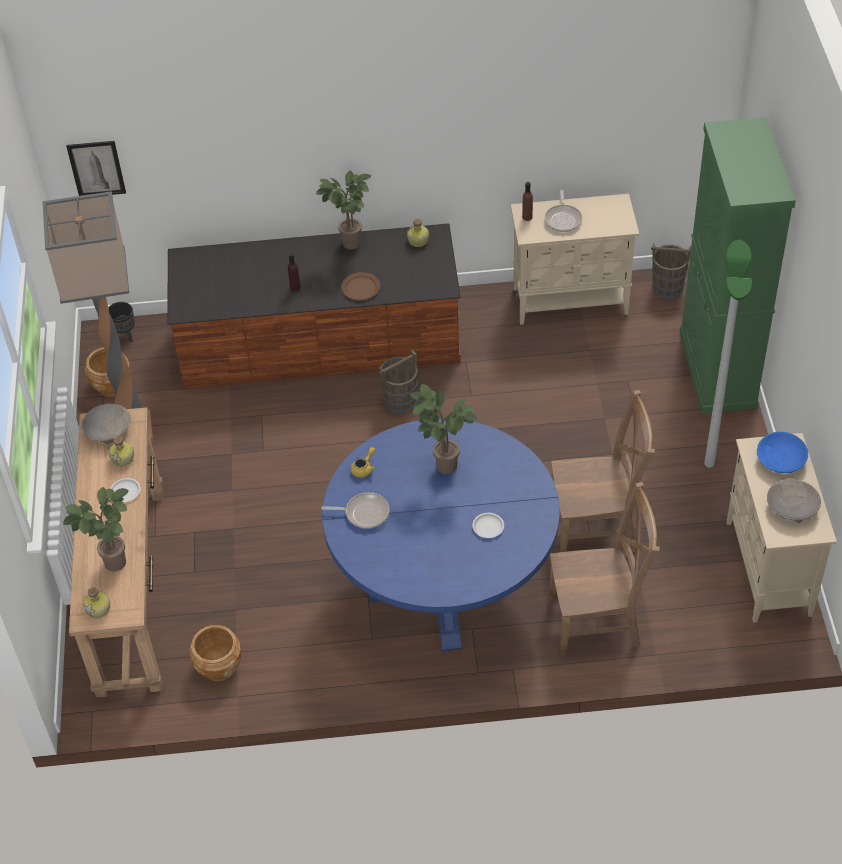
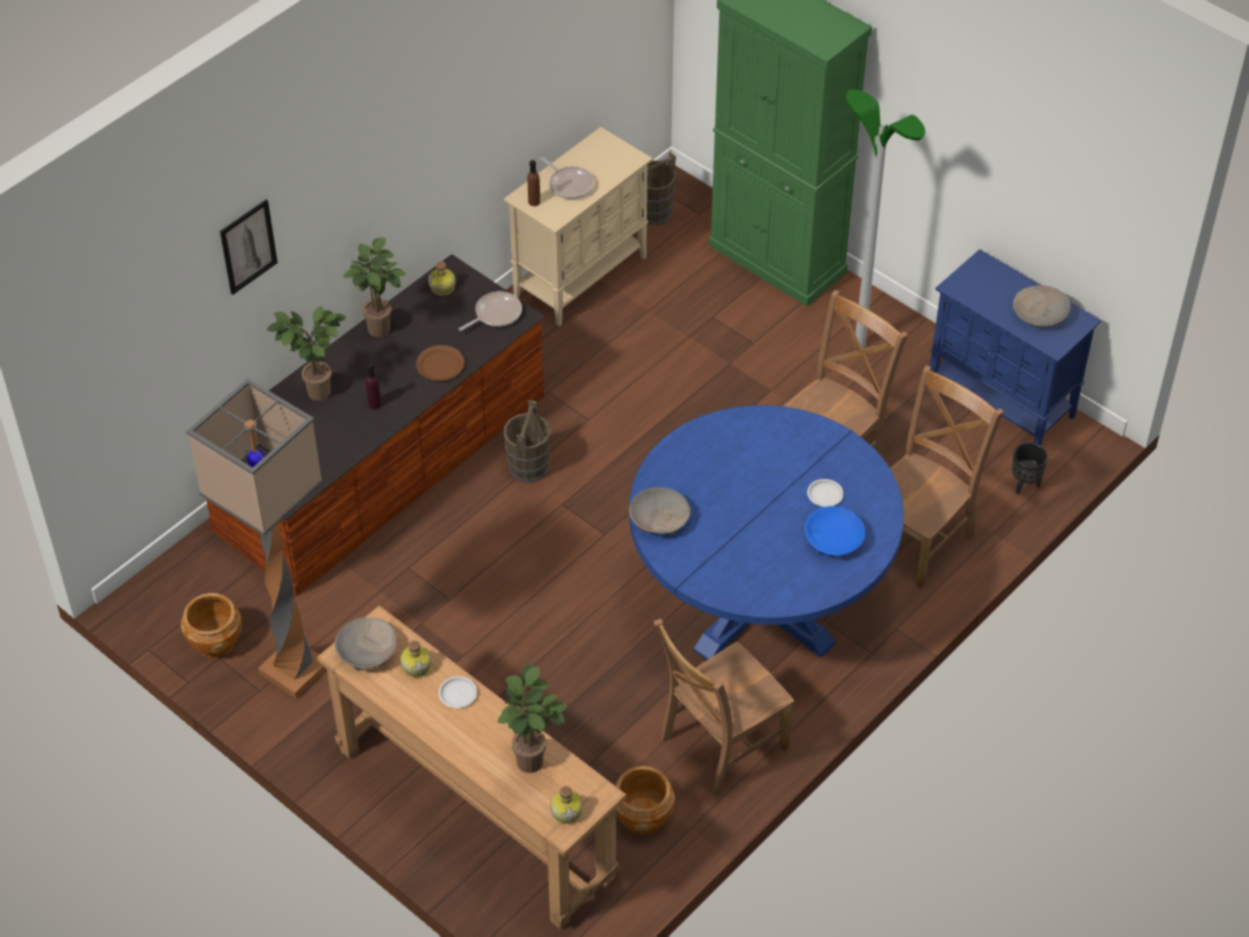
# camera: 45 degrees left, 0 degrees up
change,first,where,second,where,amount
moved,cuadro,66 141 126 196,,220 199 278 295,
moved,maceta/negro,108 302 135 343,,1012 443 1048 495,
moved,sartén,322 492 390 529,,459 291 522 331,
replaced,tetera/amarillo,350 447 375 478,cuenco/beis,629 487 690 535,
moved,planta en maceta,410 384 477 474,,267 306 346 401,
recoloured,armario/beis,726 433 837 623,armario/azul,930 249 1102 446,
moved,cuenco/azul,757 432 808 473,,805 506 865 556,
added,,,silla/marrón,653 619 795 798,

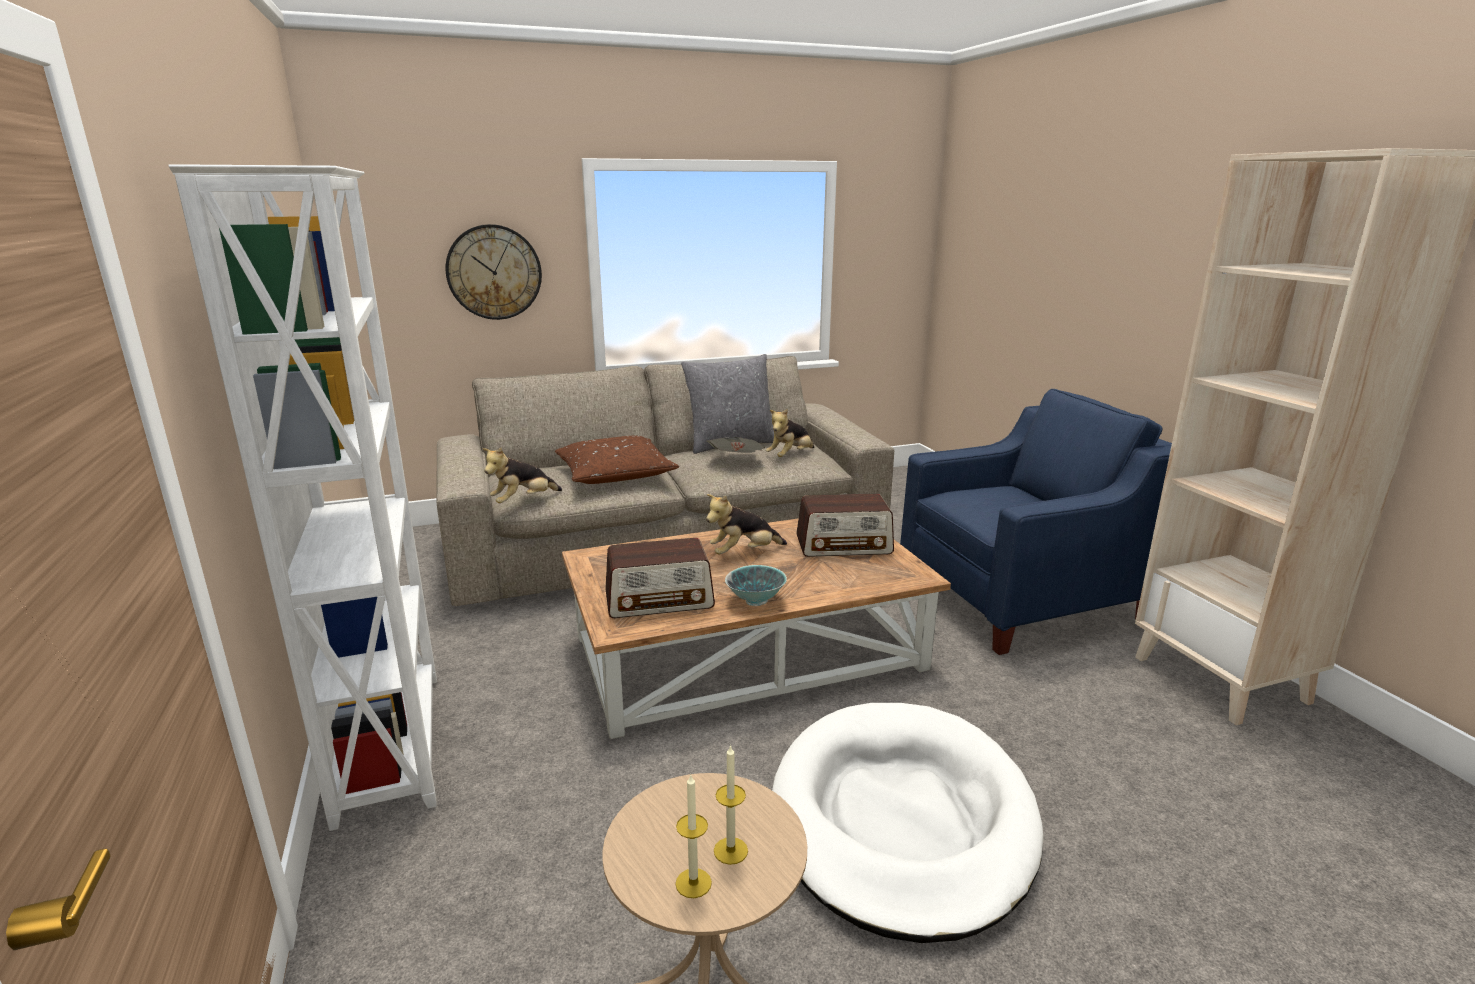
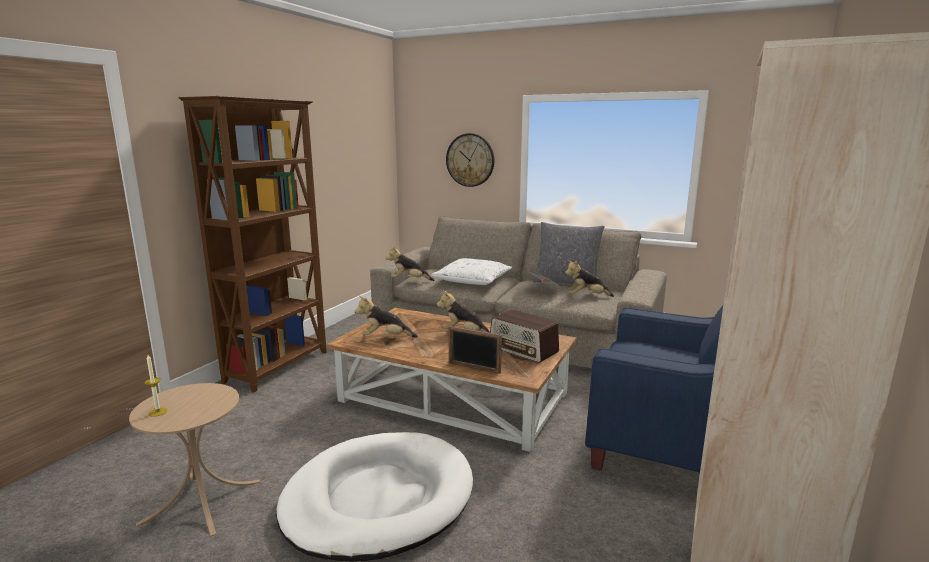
# camera: 45 degrees right, 5 degrees down
change,first,where,second,where,amount
recoloured,estantería/blanco,169 164 437 831,estantería/marrón,178 96 327 392,
recoloured,cojín/marrón,555 436 679 484,cojín/blanco,431 258 512 285,
replaced,radio,605 538 715 618,peluche,355 296 418 338,
removed,vela,714 745 748 865,,,
removed,cuenco,725 565 787 606,,,
added,,,portarretratos,449 326 502 374,

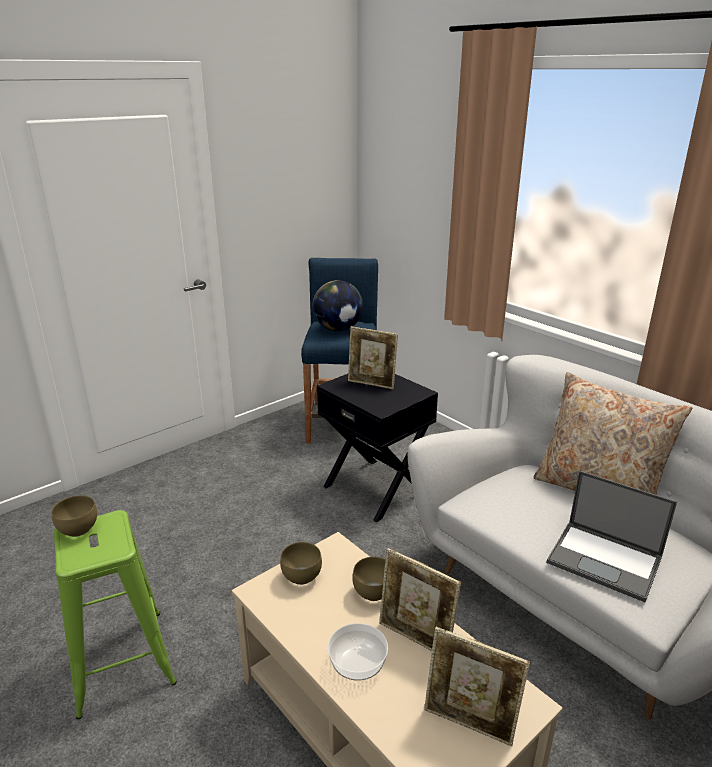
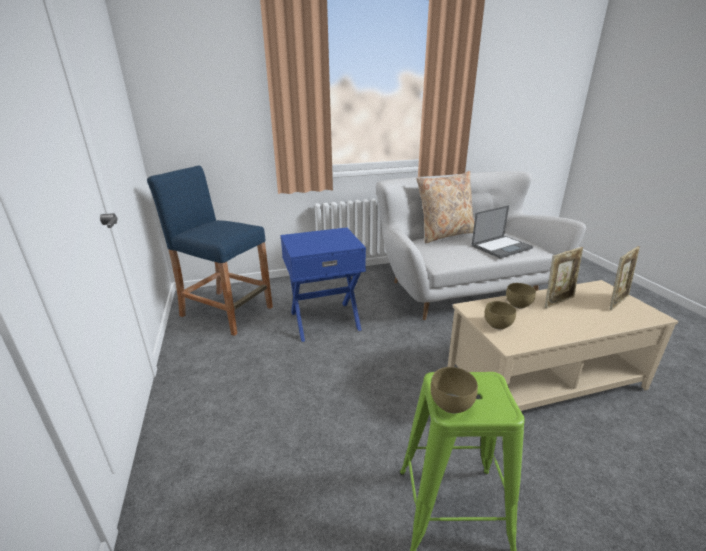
# camera: 65 degrees left, 0 degrees up
change,first,where,second,where,amount
removed,globo terráqueo,312 280 363 331,,,
recoloured,mesa auxiliar/negro,317 374 438 522,mesa auxiliar/azul,280 227 366 342,
removed,cuenco,328 623 388 681,,,
removed,portarretratos,348 326 398 389,,,

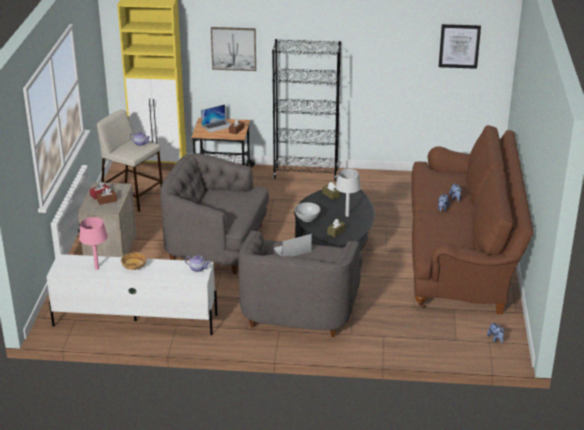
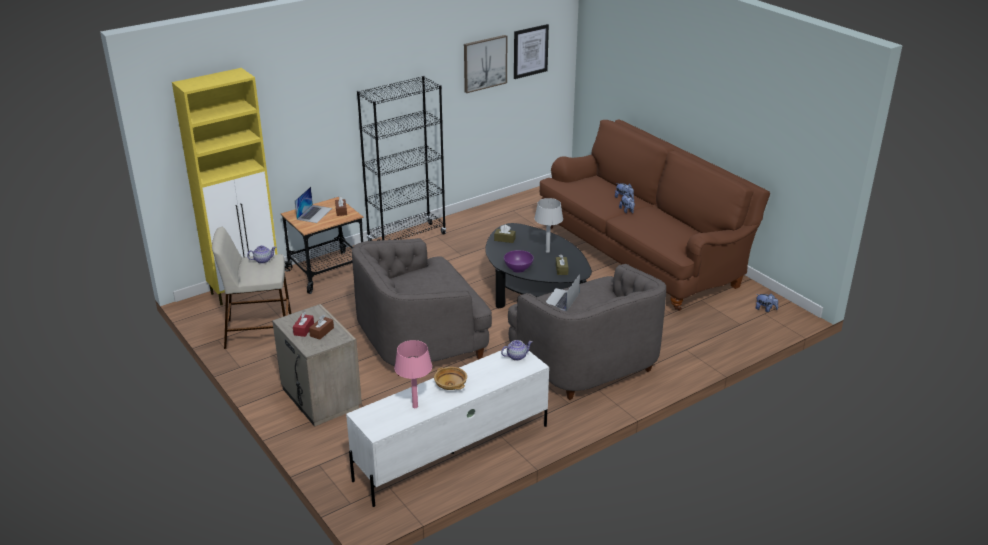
# camera: 40 degrees left, 0 degrees up
change,first,where,second,where,amount
moved,cuadro,211 27 256 71,,464 35 507 93,
recoloured,cuenco/blanco,294 202 320 222,cuenco/morado,504 250 534 273,

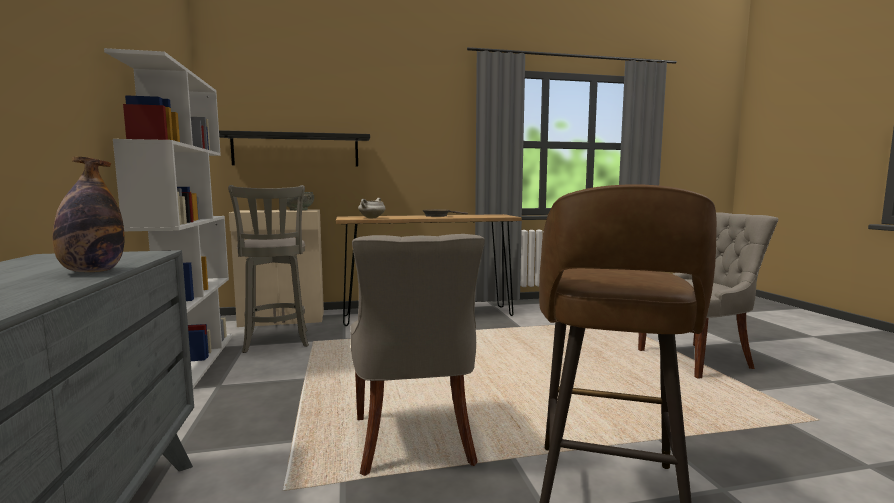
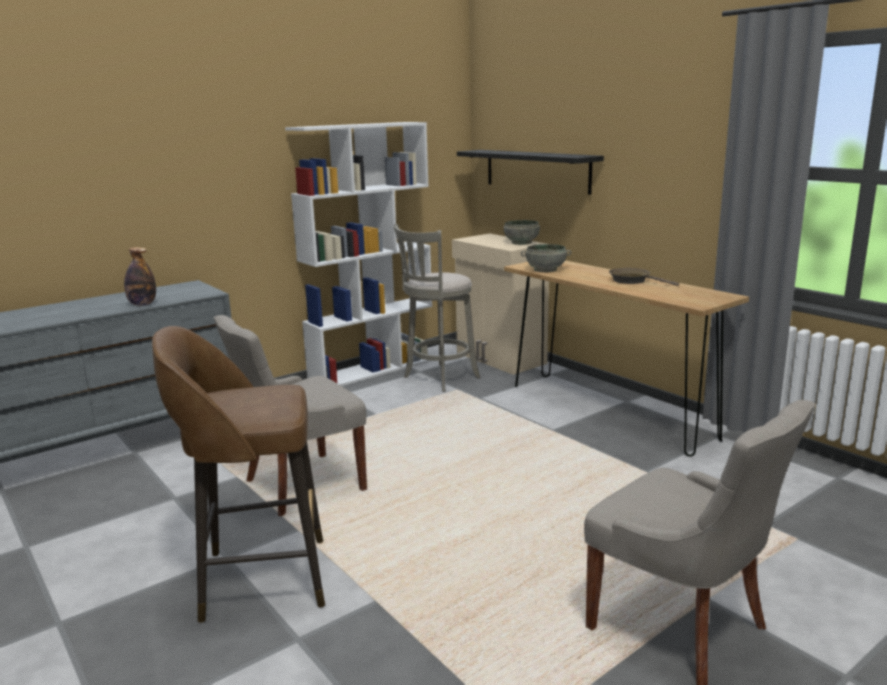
# camera: 65 degrees right, 10 degrees up
change,first,where,second,where,amount
replaced,olla/blanco,358 198 386 218,cuenco/gris,521 244 571 272,

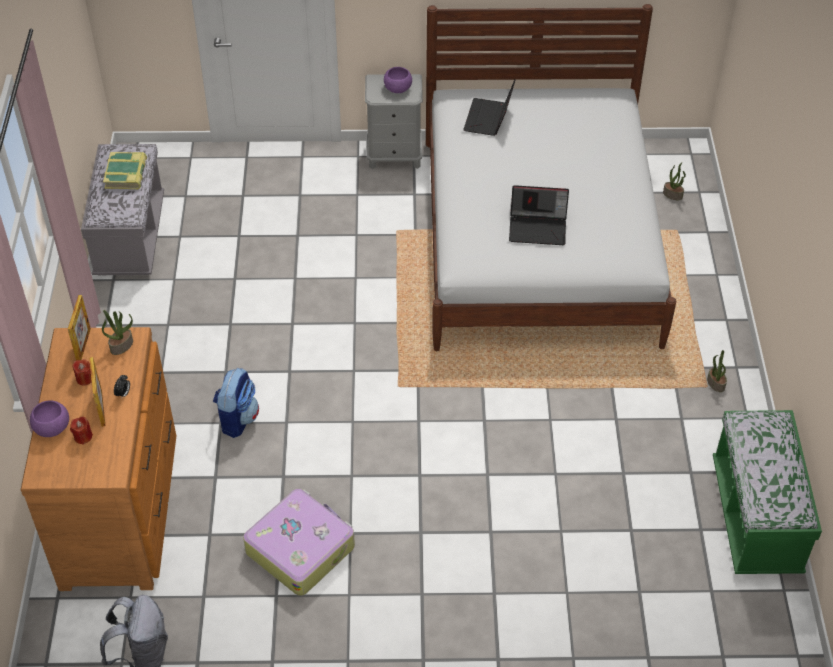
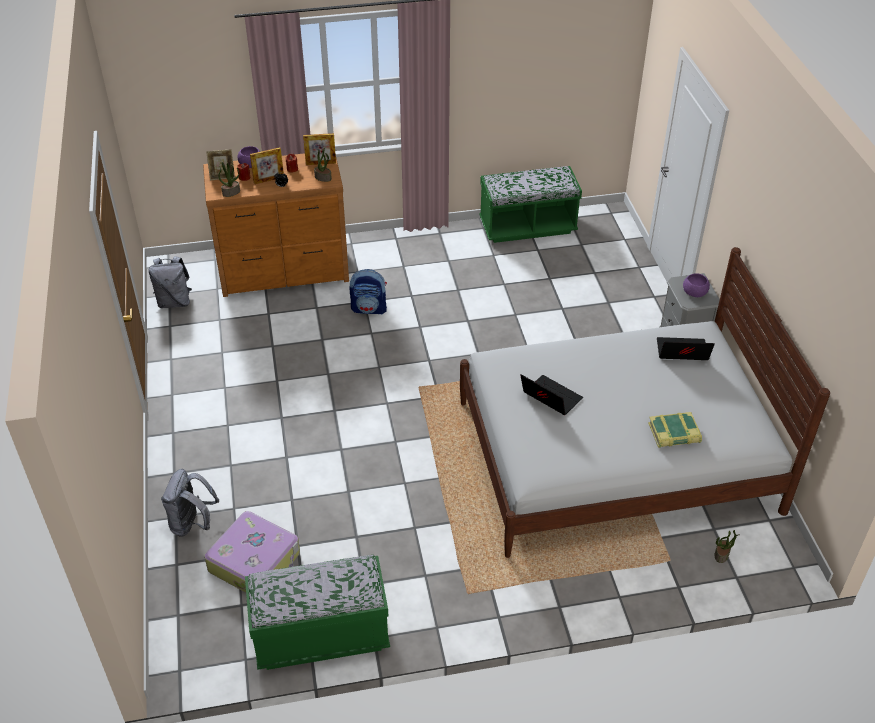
# camera: 80 degrees right, 5 degrees down
change,first,where,second,where,amount
recoloured,banco/gris,81 144 164 275,banco/verde,479 166 582 243,
moved,libro,103 152 147 190,,648 412 702 448,
moved,maleta,243 489 355 596,,204 511 300 593,
turned,portátil,509 185 569 245,,520 374 583 415,135 degrees clockwise
moved,planta en maceta,707 350 727 392,,218 162 240 197,
added,,,mochila/gris,161 469 219 537,
added,,,portarretratos,206 149 235 180,

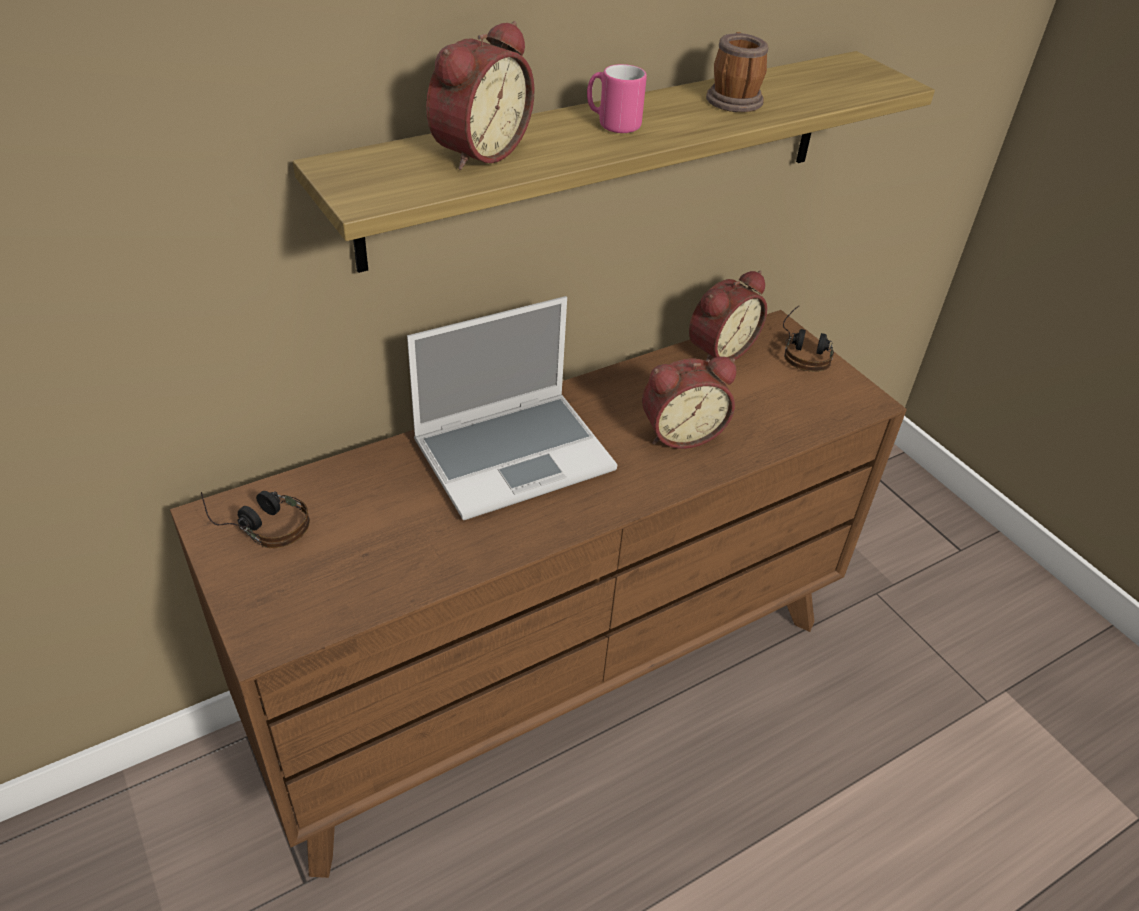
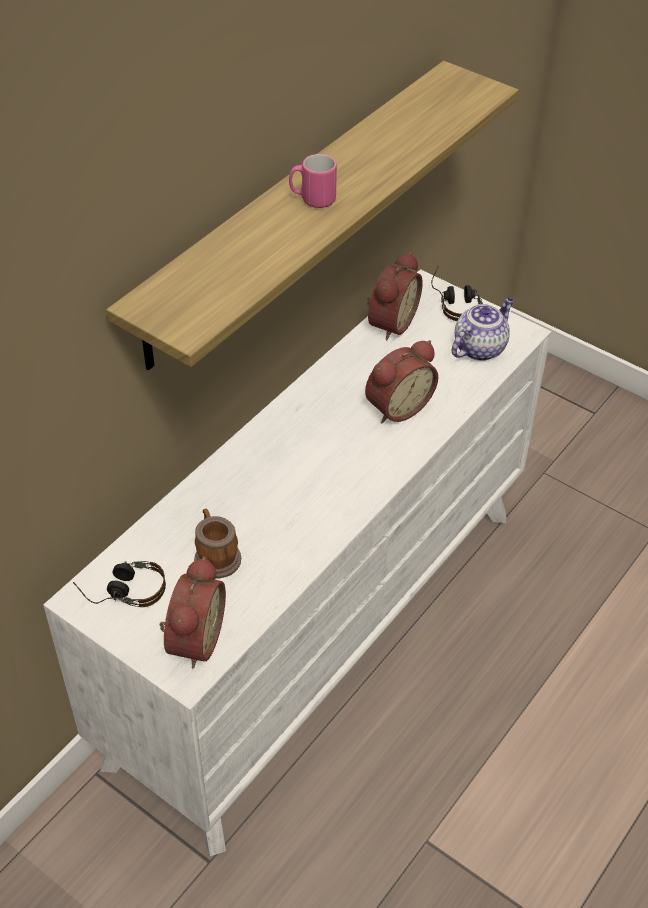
# camera: 20 degrees left, 5 degrees up
change,first,where,second,where,amount
recoloured,cómoda/marrón,170 310 907 878,cómoda/blanco,43 269 552 856,
removed,portátil,407 296 617 520,,,
moved,despertador,426 21 535 170,,160 557 226 668,
moved,taza grande,706 32 768 112,,194 509 241 579,
added,,,tetera,452 298 514 361,

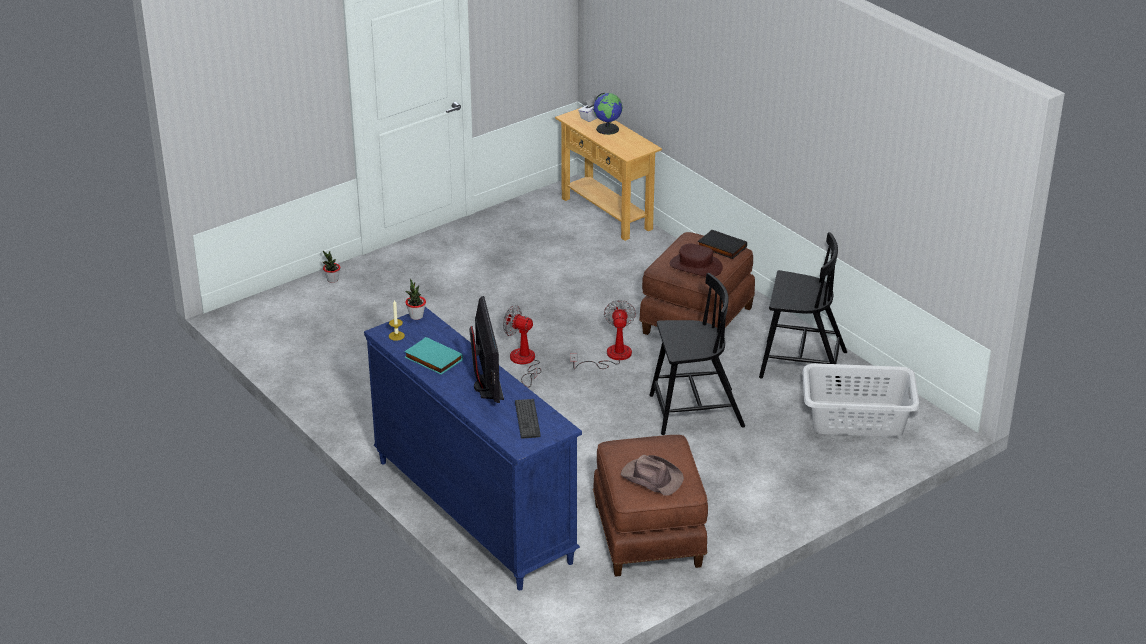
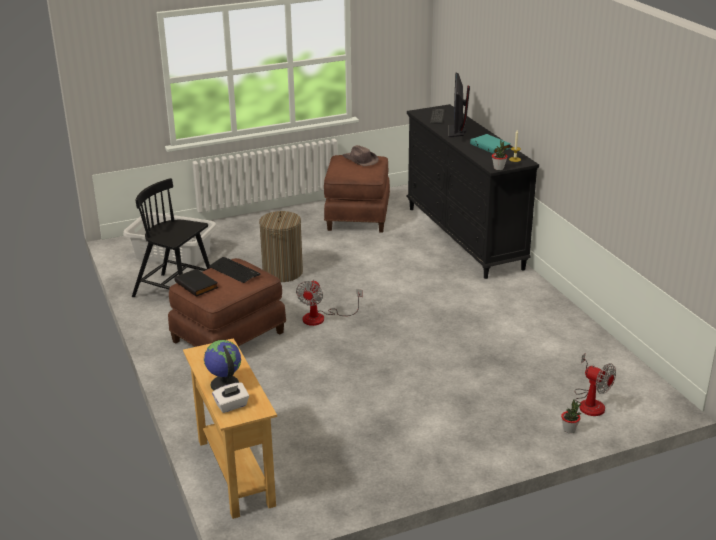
# camera: 165 degrees left, 5 degrees down
change,first,where,second,where,amount
recoloured,cómoda/azul,364 307 582 590,cómoda/negro,406 104 539 279,
moved,ventilador,503 305 541 387,,575 354 616 416,
replaced,silla/negro,649 273 745 435,cesto de la ropa,259 211 303 282,
replaced,sombrero/marrón,670 243 723 277,teclado,209 257 261 283,

